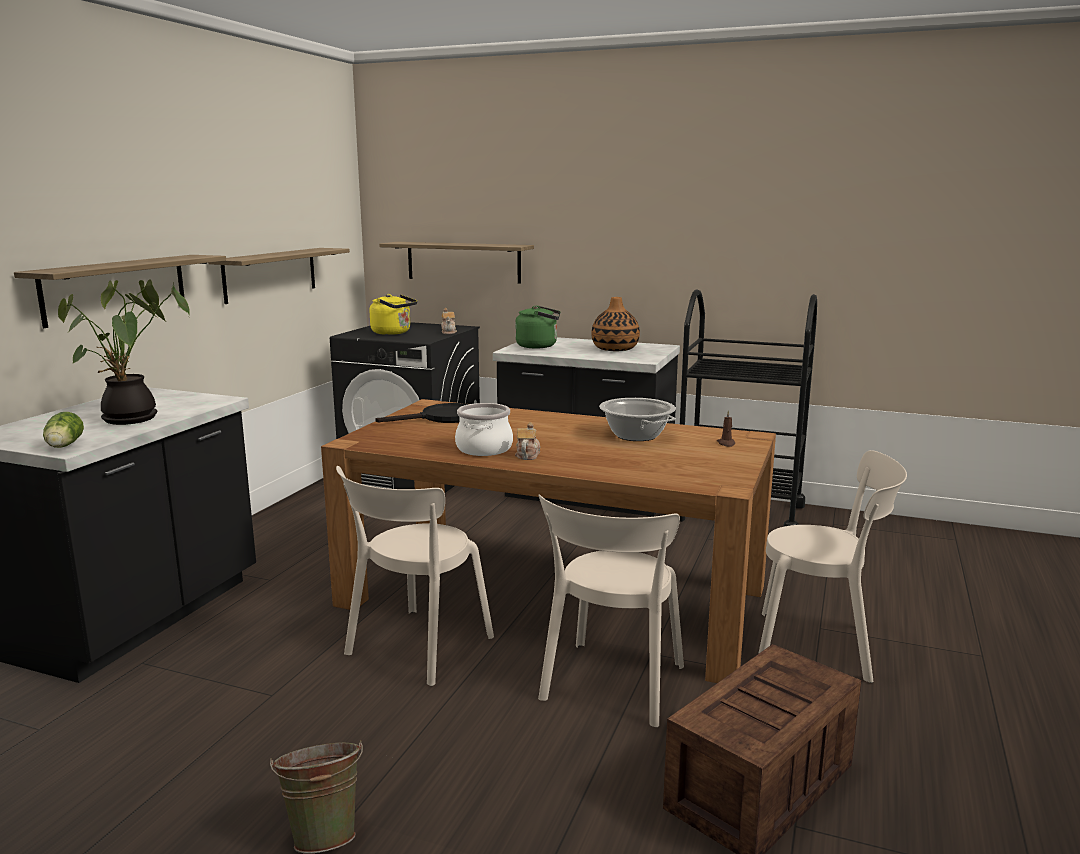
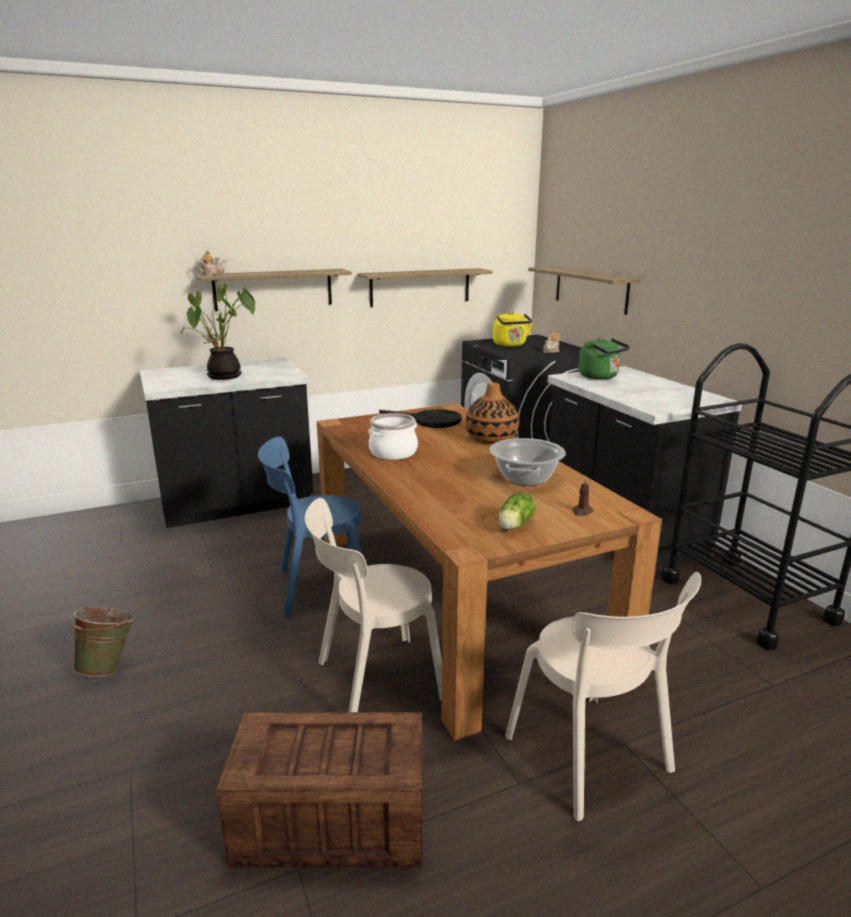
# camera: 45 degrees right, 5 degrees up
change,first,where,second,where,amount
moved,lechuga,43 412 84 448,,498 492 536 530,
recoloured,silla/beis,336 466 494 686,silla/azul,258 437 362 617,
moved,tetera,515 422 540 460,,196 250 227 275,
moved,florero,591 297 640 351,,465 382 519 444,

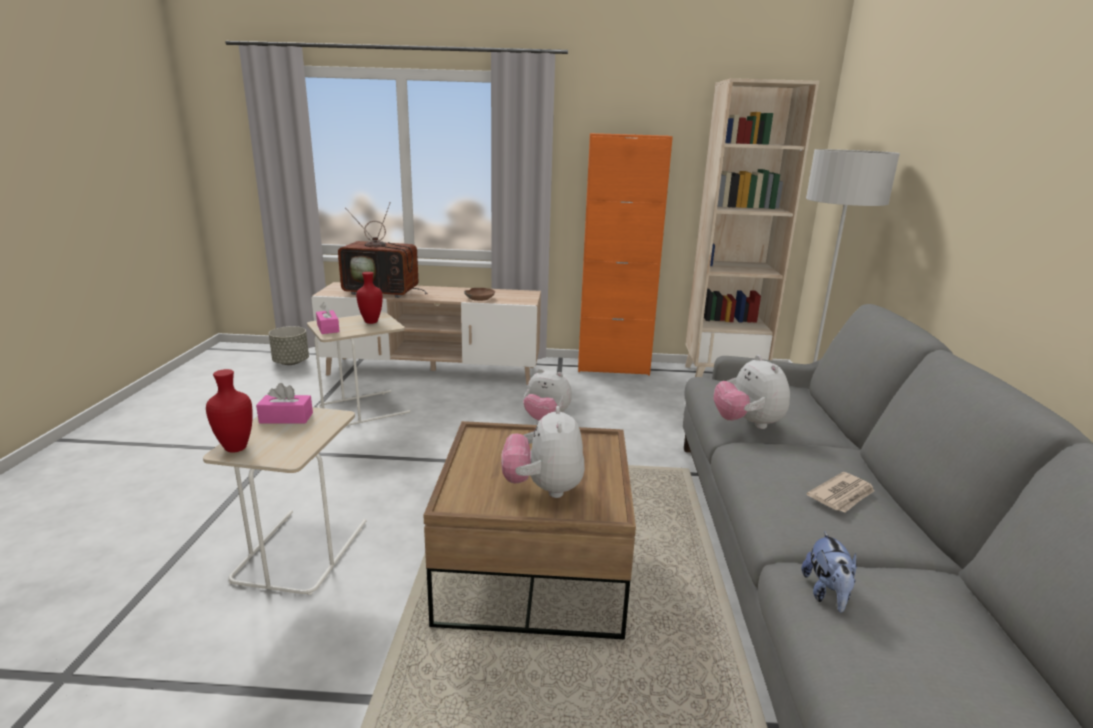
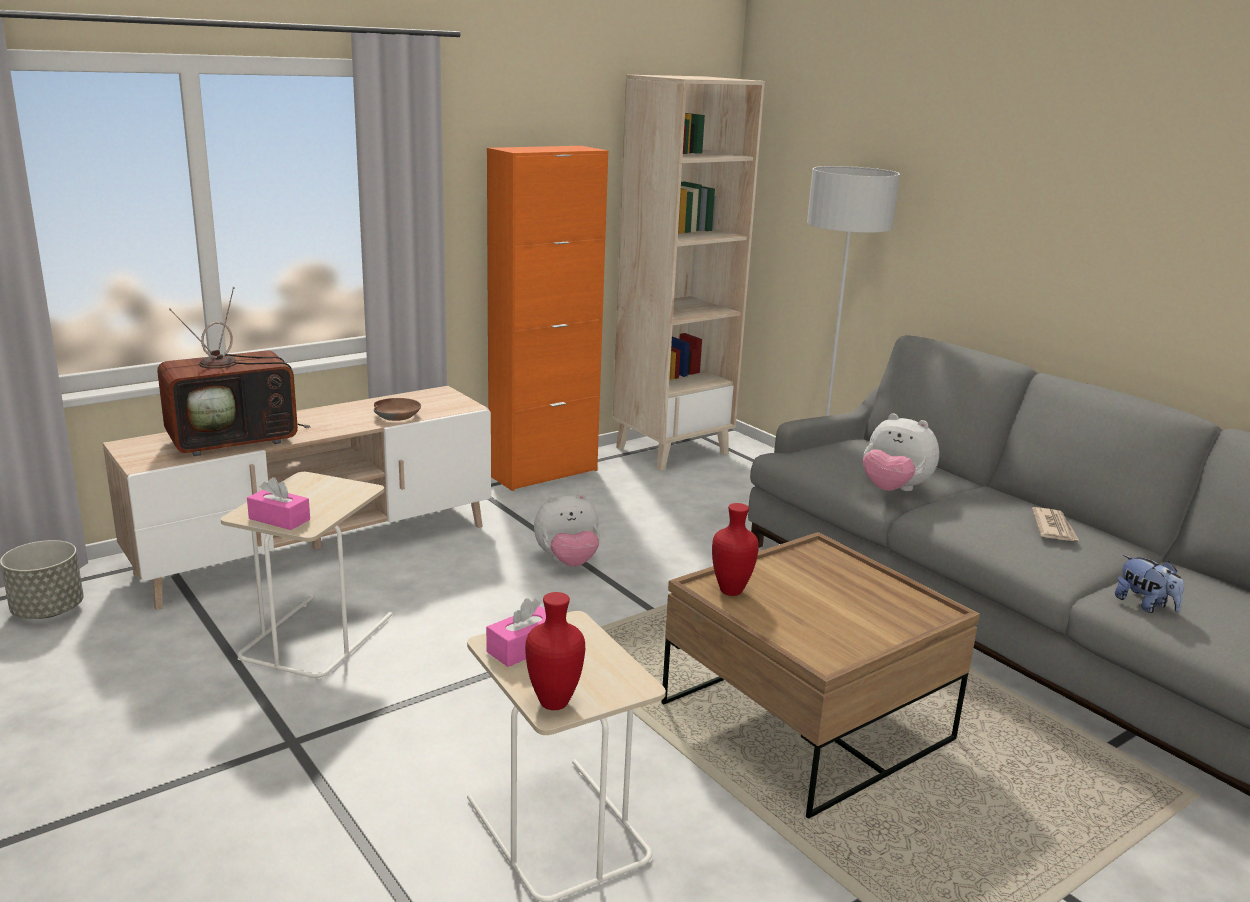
# camera: 40 degrees left, 0 degrees up
change,first,where,second,where,amount
moved,florero/rojo,356 272 383 324,,712 503 759 596,
removed,peluche,501 406 585 498,,,

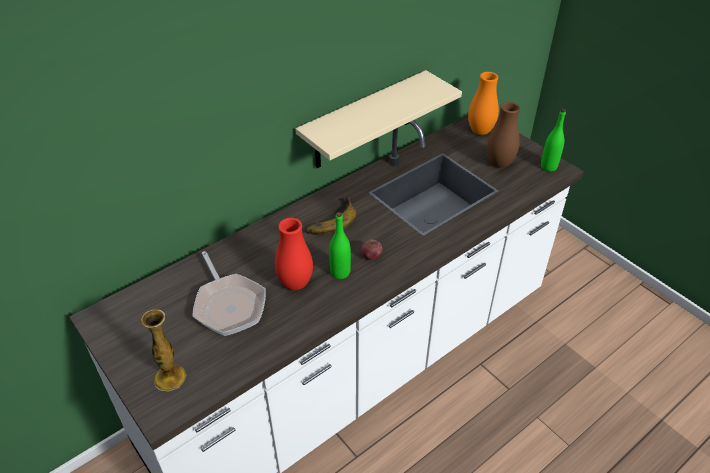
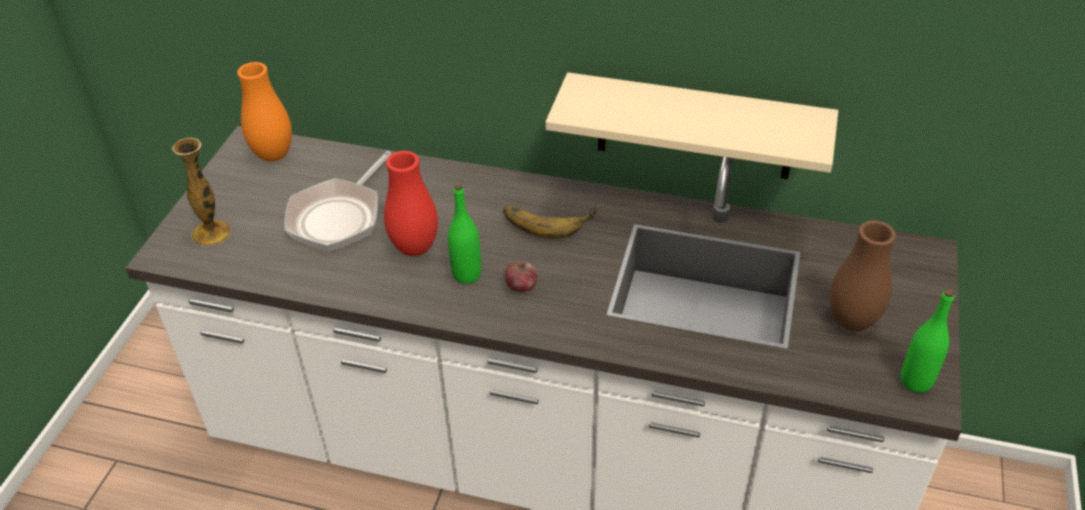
# camera: 55 degrees right, 0 degrees up
change,first,where,second,where,amount
moved,florero/naranja,468 72 499 135,,237 62 292 162,

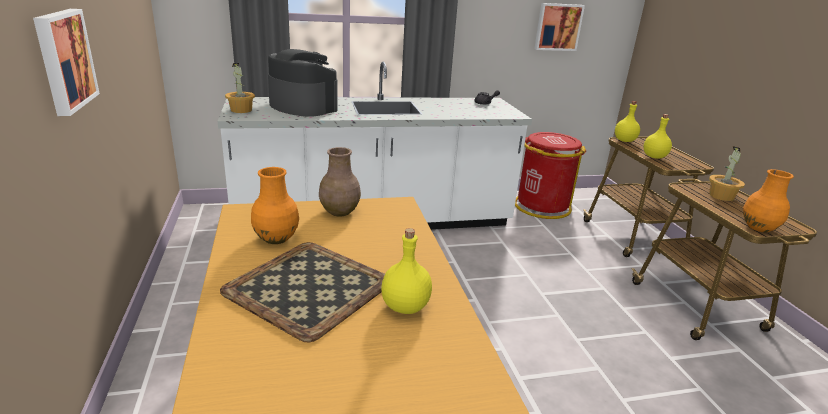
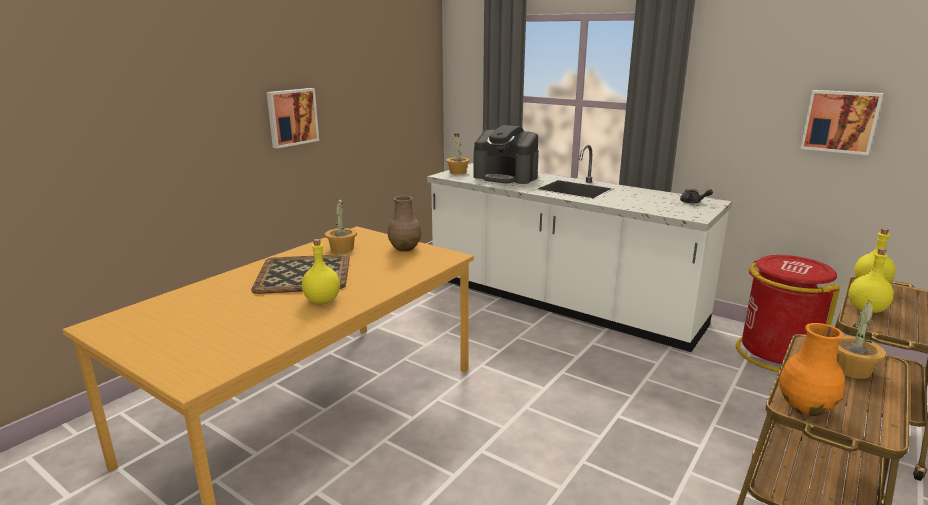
# camera: 50 degrees right, 5 degrees down
change,first,where,second,where,amount
replaced,florero/naranja,251 167 299 244,planta en maceta,325 198 357 253,
turned,cafetera,268 49 338 117,,473 125 539 184,120 degrees clockwise

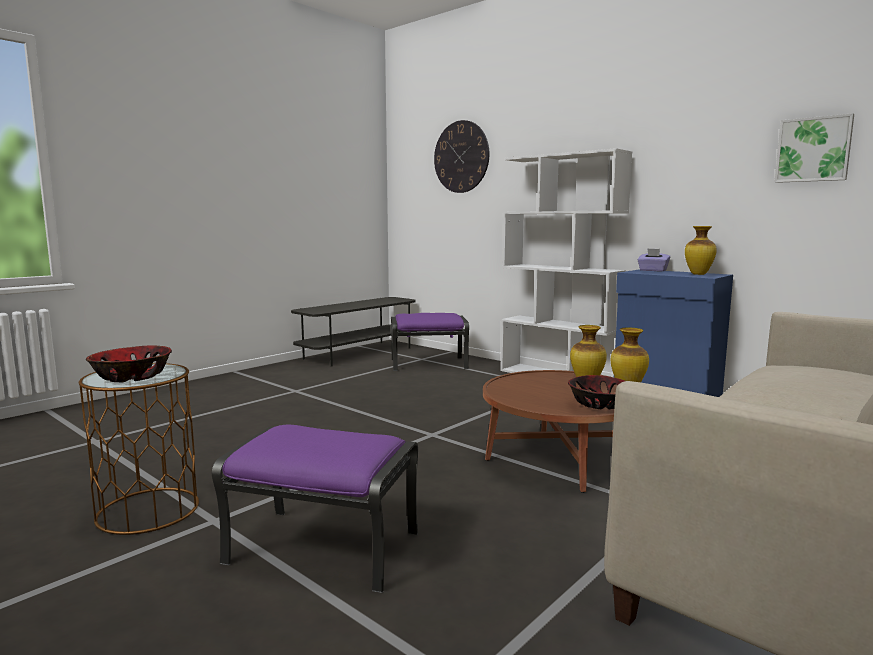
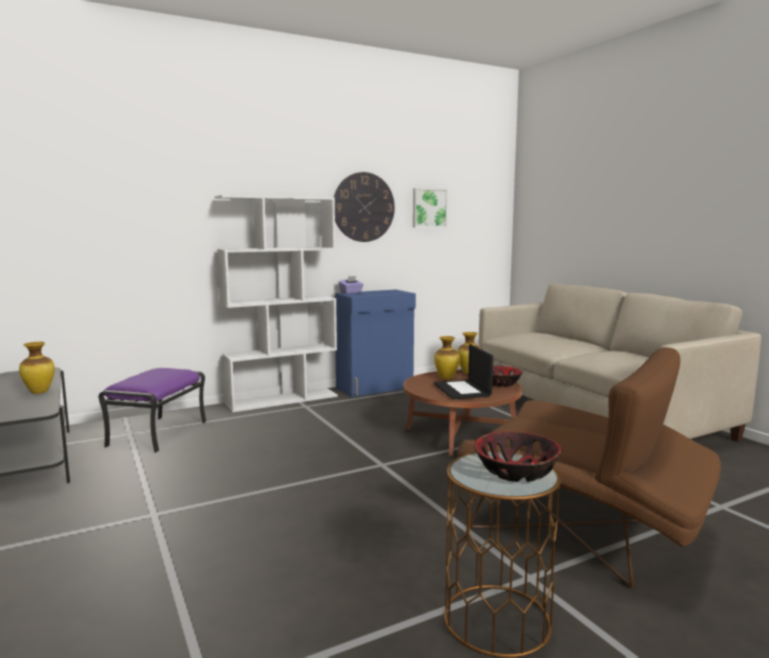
# camera: 70 degrees left, 0 degrees up
change,first,where,second,where,amount
replaced,puf/morado,212 425 418 593,sillón/marrón,457 347 721 588,
moved,reloj de pared,434 120 489 193,,334 172 395 242,
moved,florero,685 226 717 275,,19 342 55 394,
added,,,portátil,434 344 493 399,

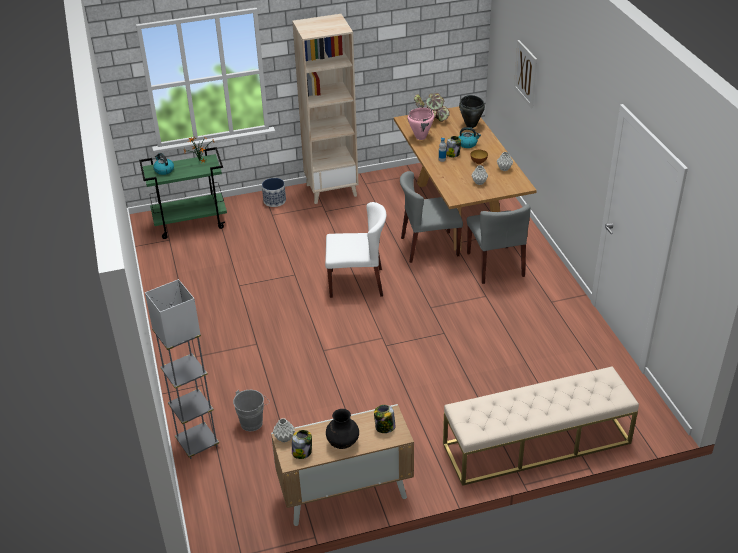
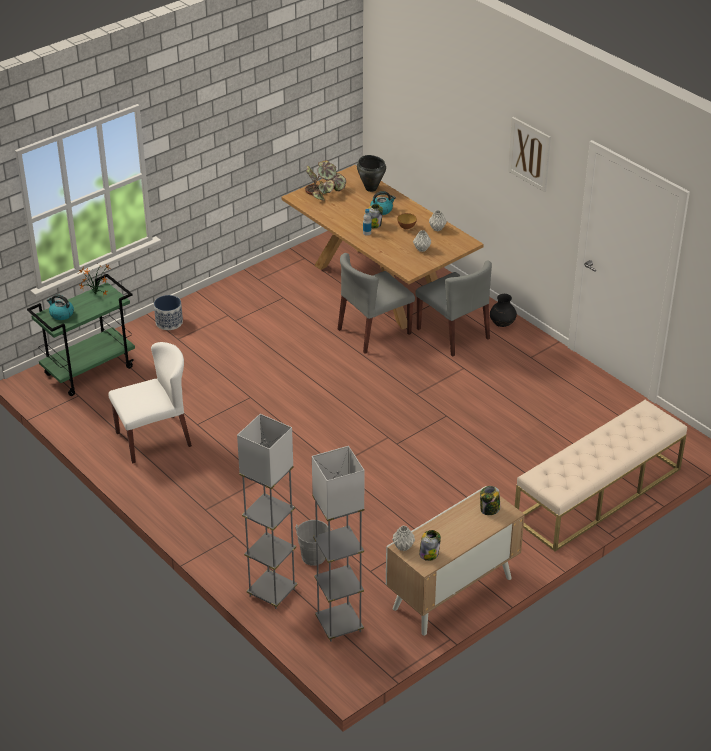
# camera: 25 degrees left, 0 degrees up
change,first,where,second,where,amount
removed,estantería/beis,292 14 359 204,,,
moved,silla/blanco,325 202 386 298,,109 342 192 463,
moved,florero/negro,326 409 359 449,,490 294 517 327,
removed,olla/rosa,408 108 434 140,,,
moved,cuadro,514 40 537 108,,508 117 551 192,
added,,,lámpara de pie/gris,312 446 365 642,

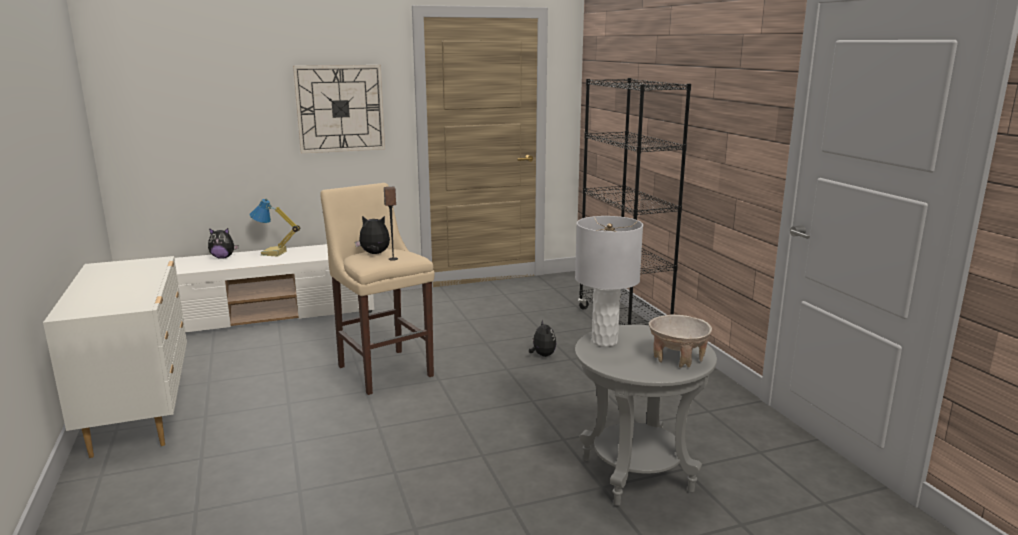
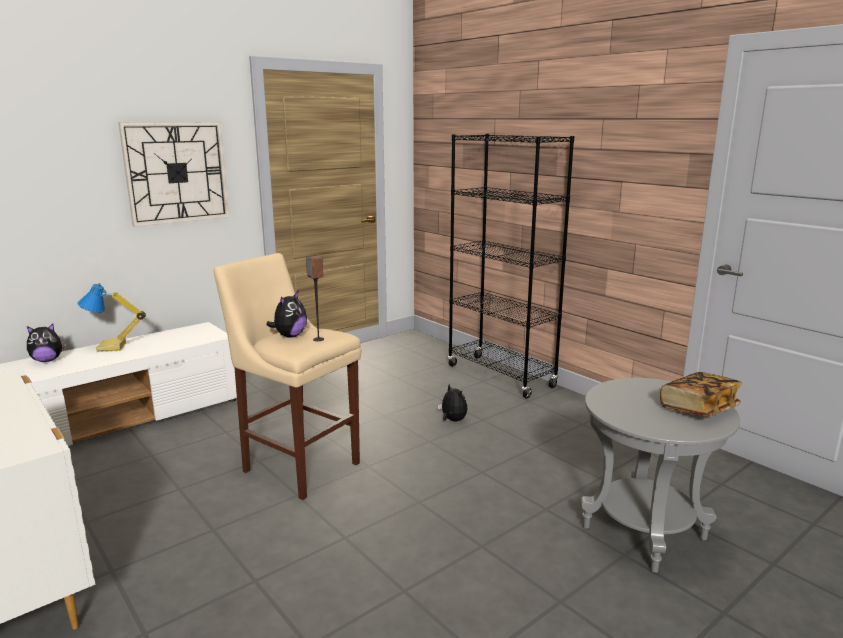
# camera: 20 degrees left, 0 degrees up
change,first,where,second,where,amount
turned,peluche,355 216 390 254,,266 291 307 338,135 degrees clockwise
removed,lámpara de mesa/gris,575 216 643 347,,,
replaced,cuenco/beis,649 314 712 368,libro,660 372 742 417,

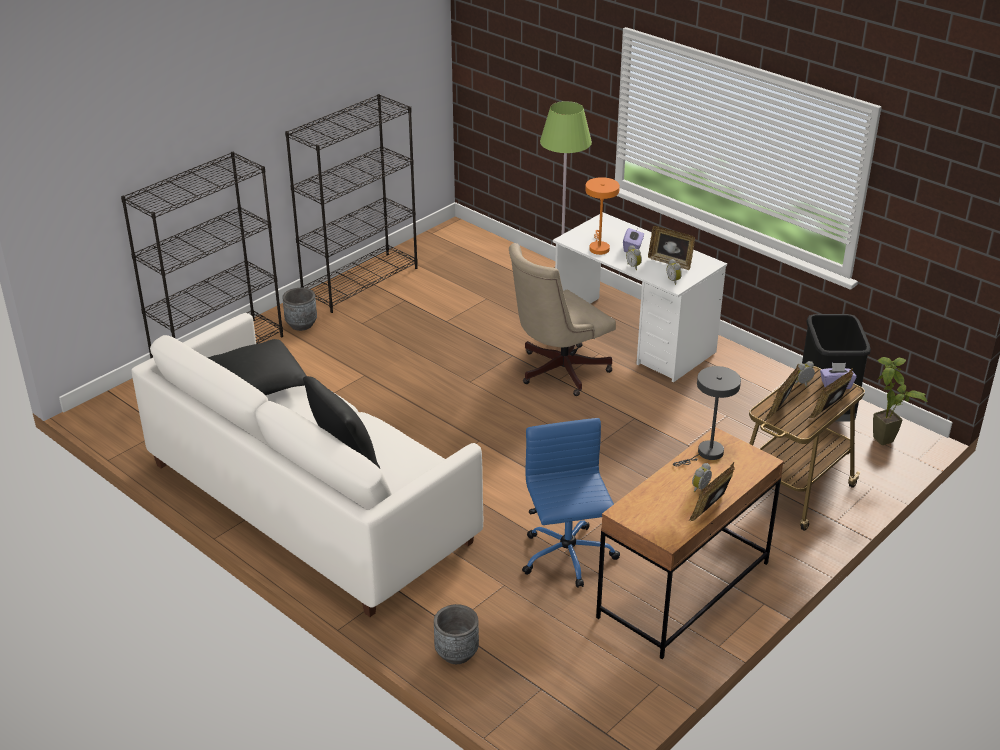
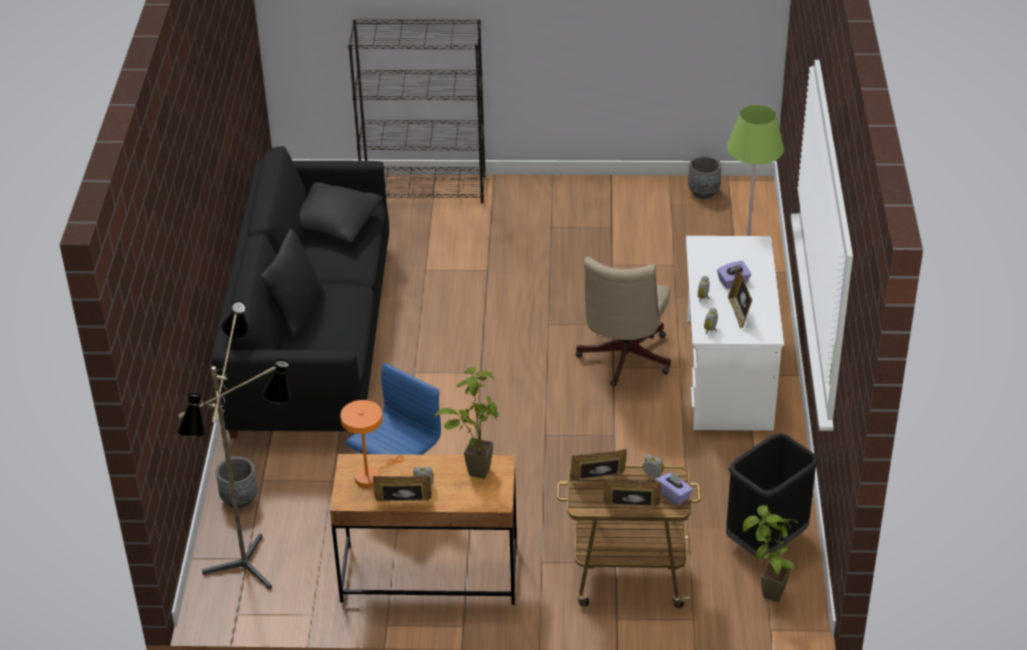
# camera: 50 degrees right, 5 degrees up
change,first,where,second,where,amount
recoloured,sofá/blanco,131 313 483 617,sofá/negro,212 146 389 438,
moved,maceta/gris,282 288 317 331,,688 156 721 199,
removed,estantería/negro,285 94 418 313,,,
turned,silla de oficina/beis,509 243 616 396,,575 257 671 387,90 degrees counterclockwise
moved,lámpara de mesa/naranja,585 177 620 255,,340 400 404 487,
replaced,lámpara de mesa/gris,673 366 741 466,planta en maceta,434 367 499 479,
added,,,lámpara de pie,176 301 290 590,

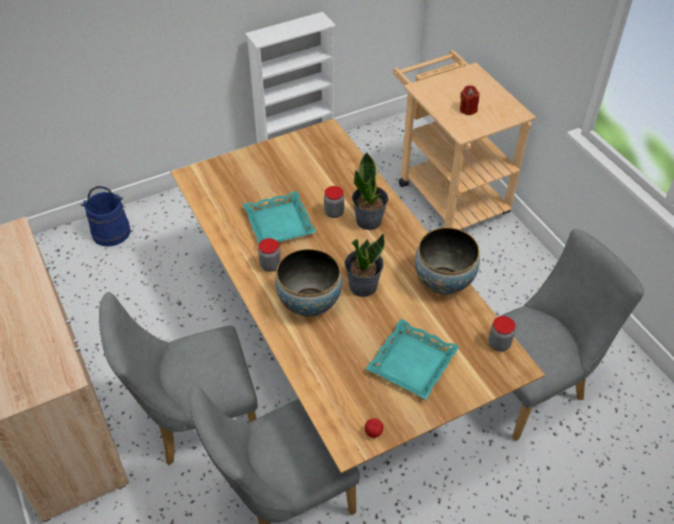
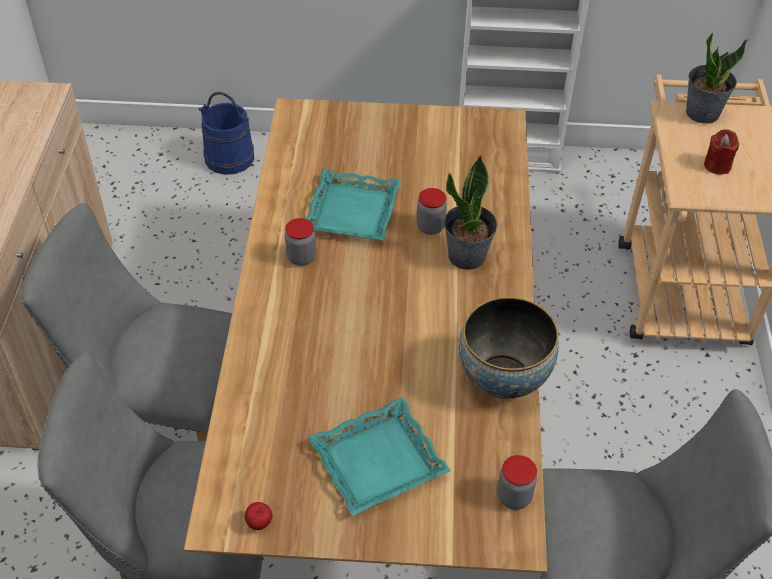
# camera: 30 degrees right, 0 degrees up
change,first,where,second,where,amount
removed,cuenco,275 249 342 317,,,
moved,planta en maceta,345 233 385 297,,686 32 748 124,

